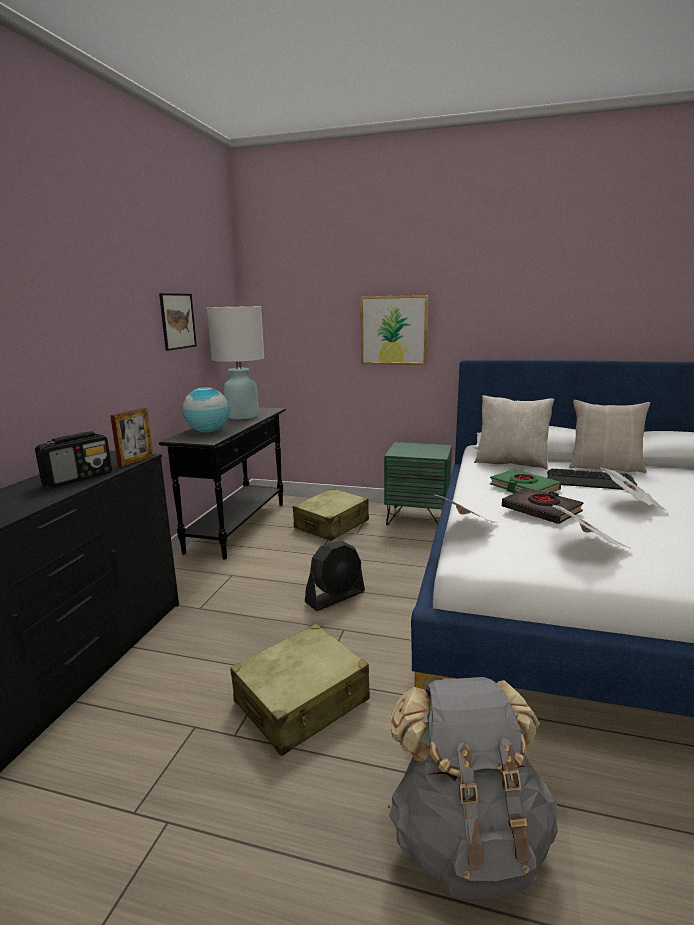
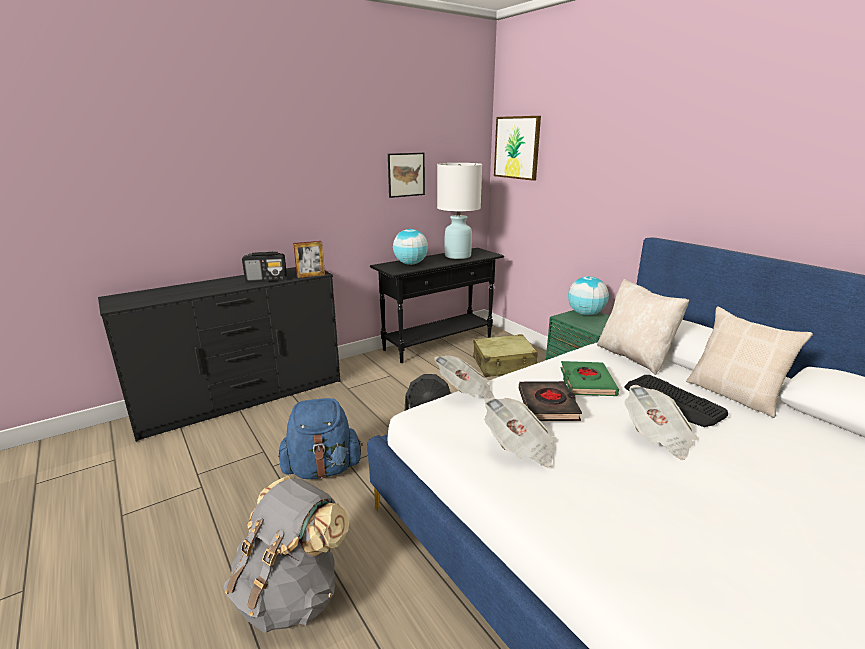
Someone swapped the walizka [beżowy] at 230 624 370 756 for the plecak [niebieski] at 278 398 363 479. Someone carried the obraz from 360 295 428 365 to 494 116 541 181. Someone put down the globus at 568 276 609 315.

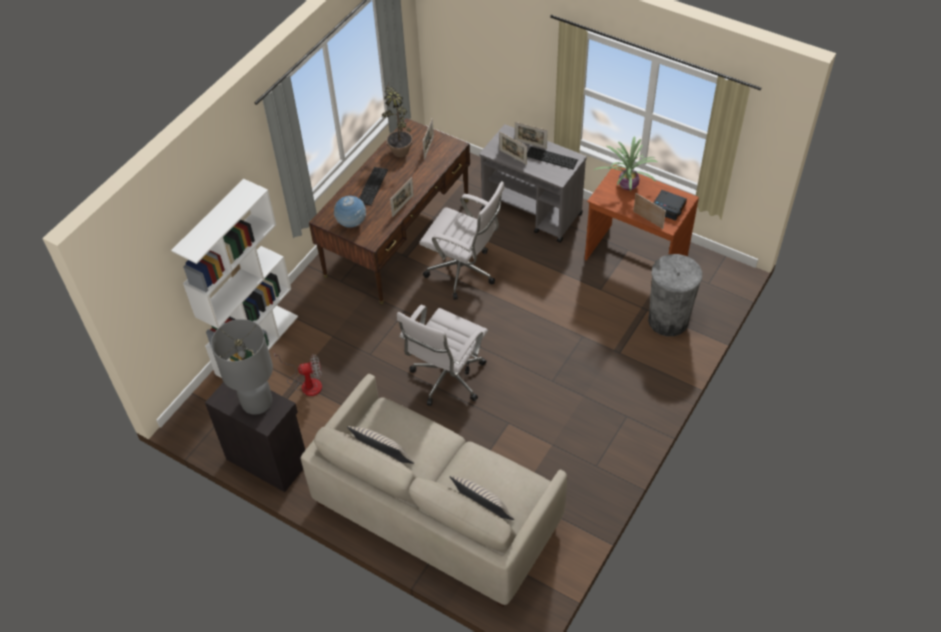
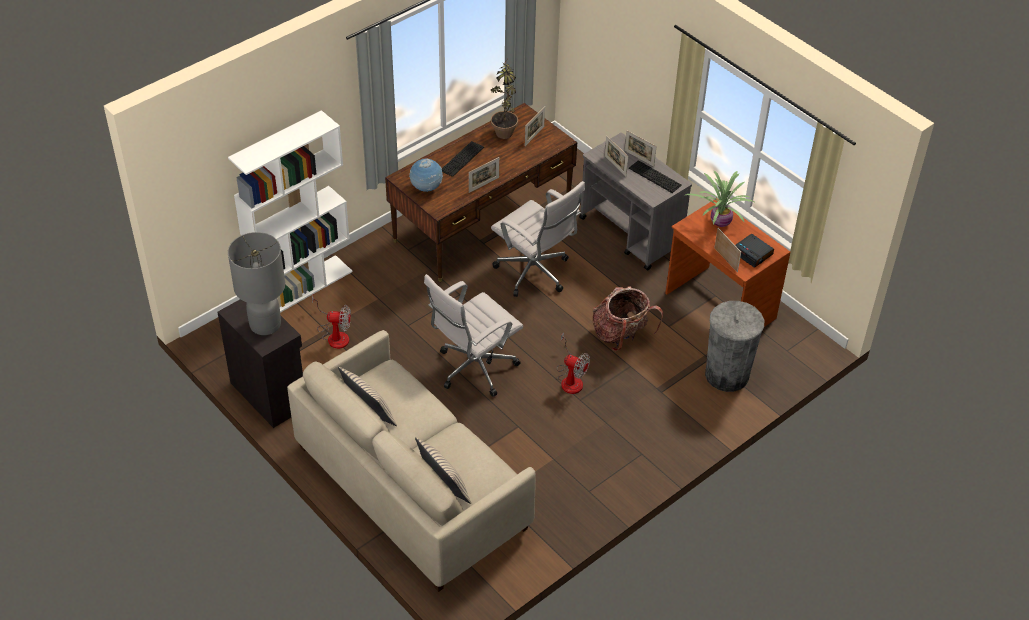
Someone put down the wentylator at 557 332 590 394. Someone put down the plecak at 593 286 663 351.

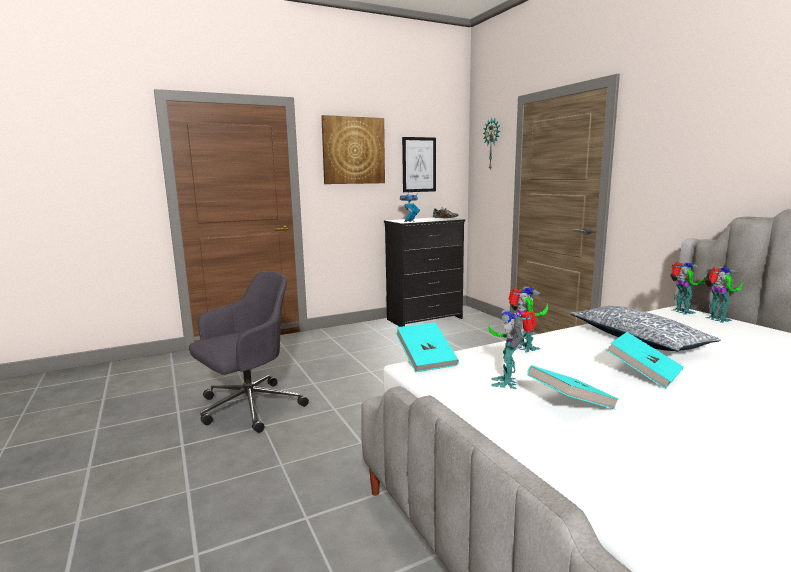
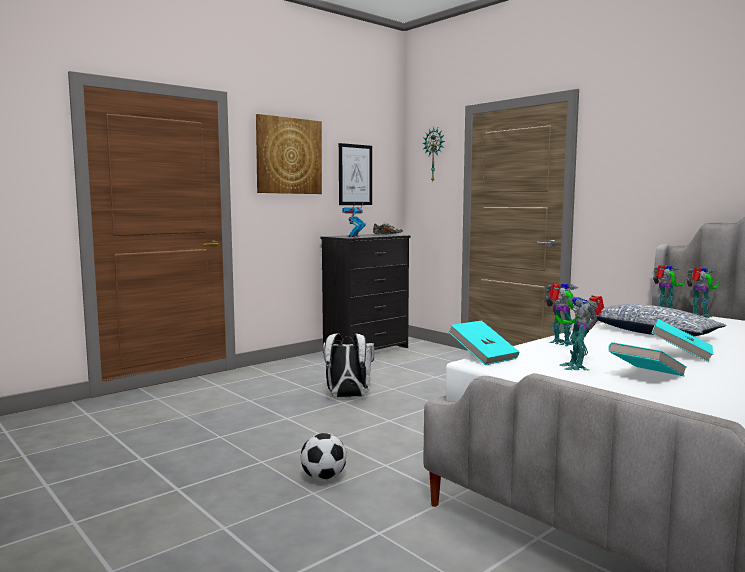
Someone put down the piłka futbolowa at 300 433 347 481. Someone put down the plecak [biały] at 323 333 374 397. Someone took away the krzesło biurowe [szary] at 189 271 309 433.

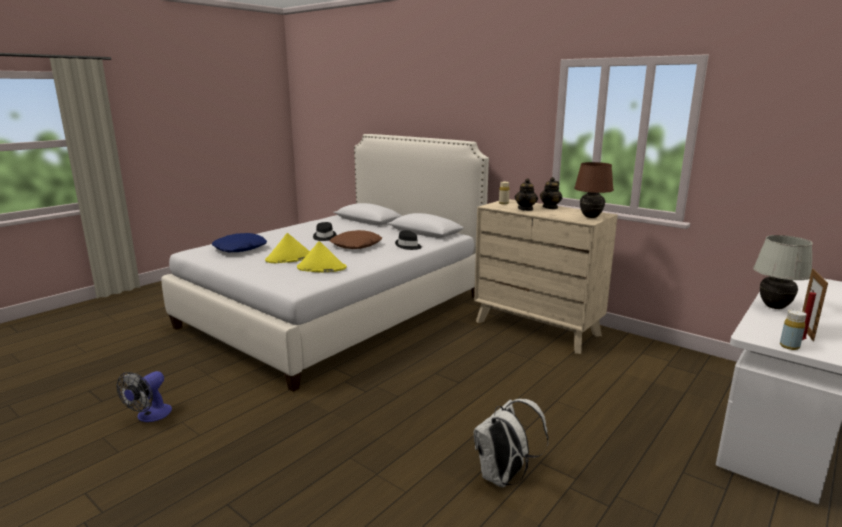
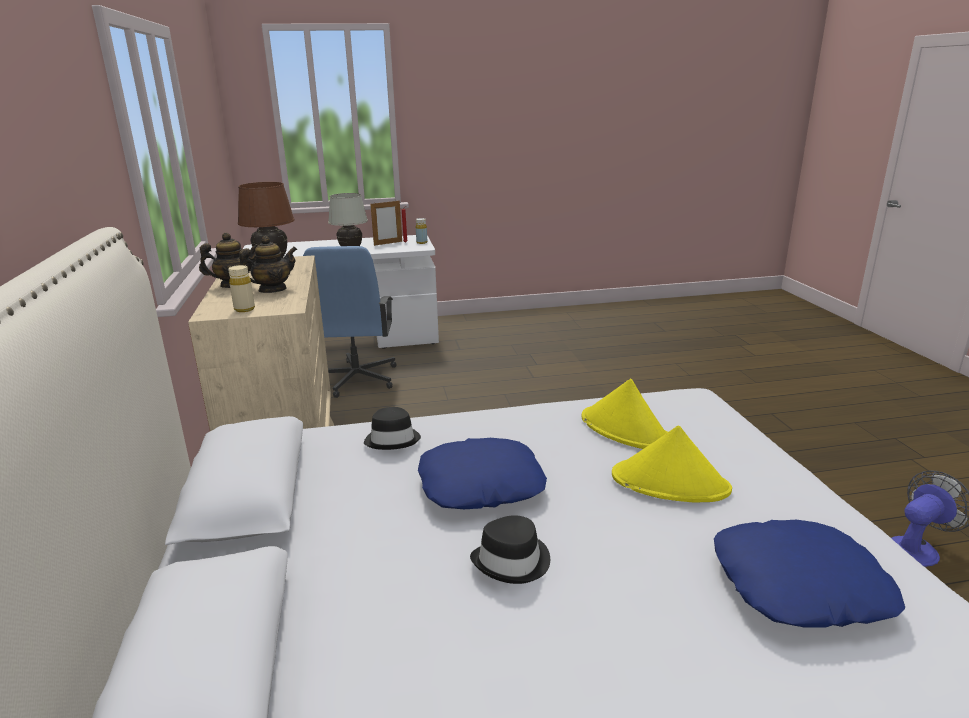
Someone put down the krzesło biurowe [niebieski] at 303 246 397 398. Someone repainted the poduszka [brązowy] at 330 230 382 249, which became the poduszka [niebieski] at 418 438 547 509. Someone took away the plecak [biały] at 474 399 548 487.

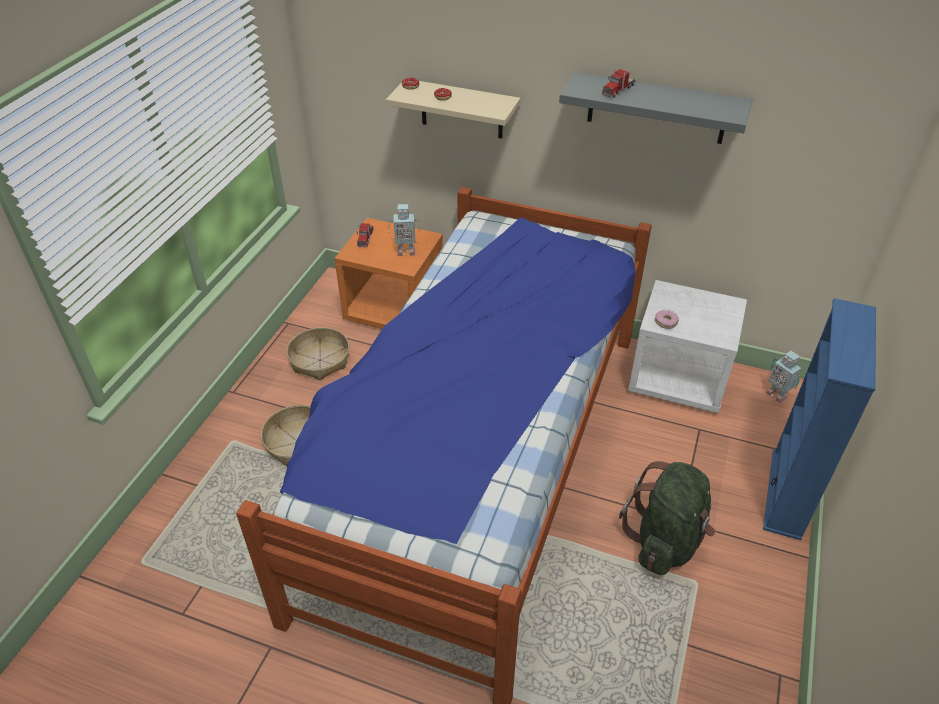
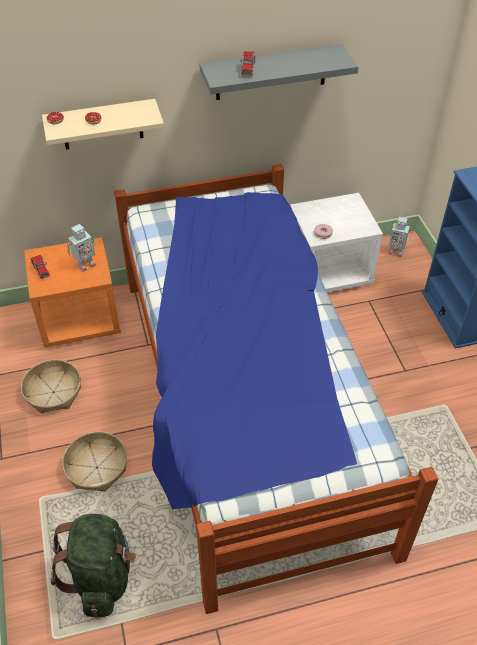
Someone carried the plecak [zielony] from 619 461 715 575 to 51 514 136 618.

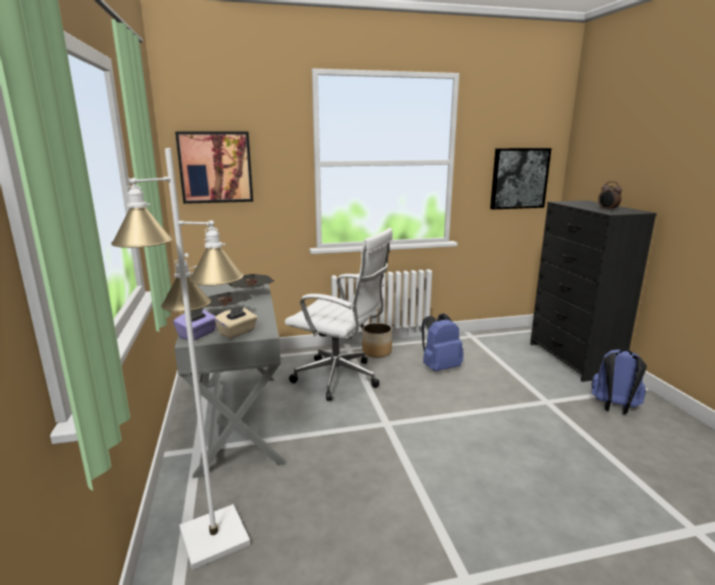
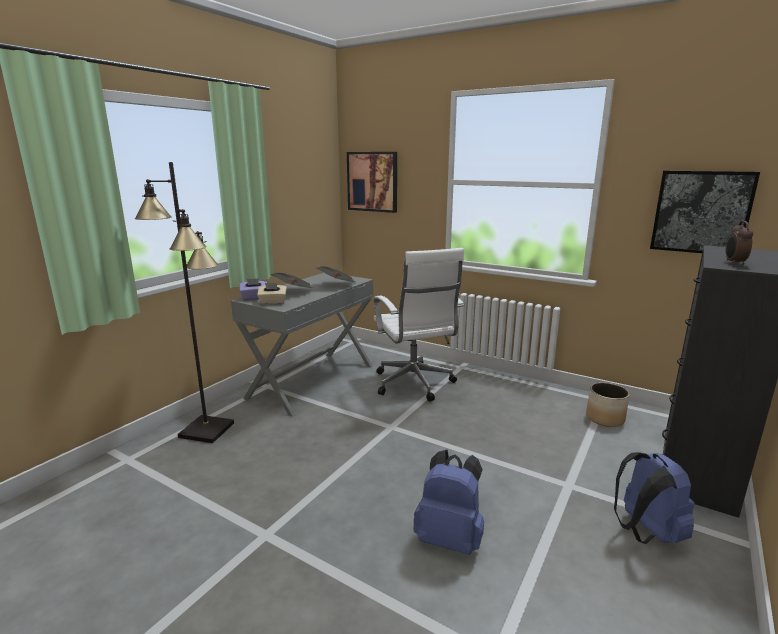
Someone repainted the lampa stojąca [biały] at 111 148 250 570, which became the lampa stojąca [czarny] at 135 162 234 443. Someone carried the plecak [niebieski] from 422 313 464 372 to 413 450 484 555. Someone carried the donica from 362 323 392 358 to 586 383 630 427.

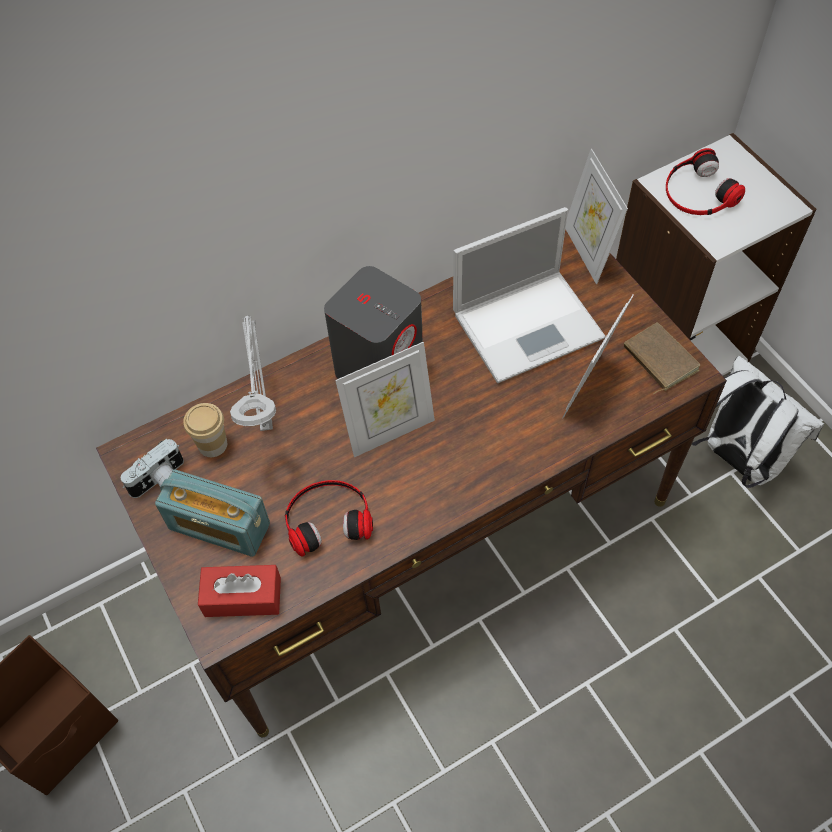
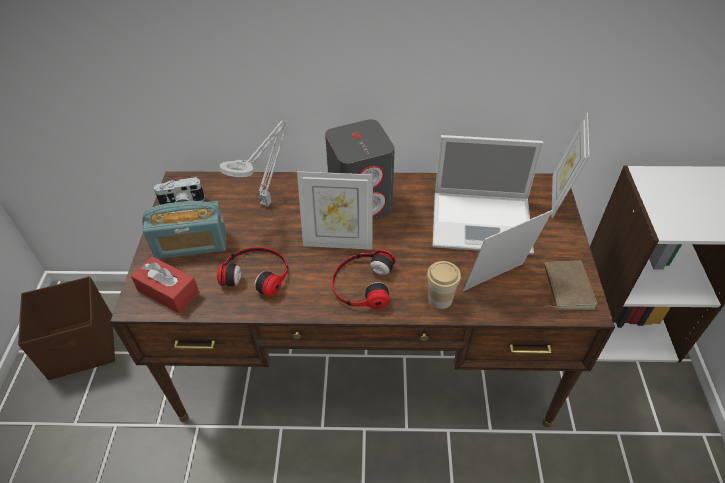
Someone rotated the radio at 155 470 270 557 by 60 degrees counterclockwise. Someone carried the słuchawki from 666 148 745 215 to 332 249 396 309. Someone carried the filiżanka from 183 403 227 457 to 427 261 461 309. Someone took away the plecak [biały] at 692 356 824 488.

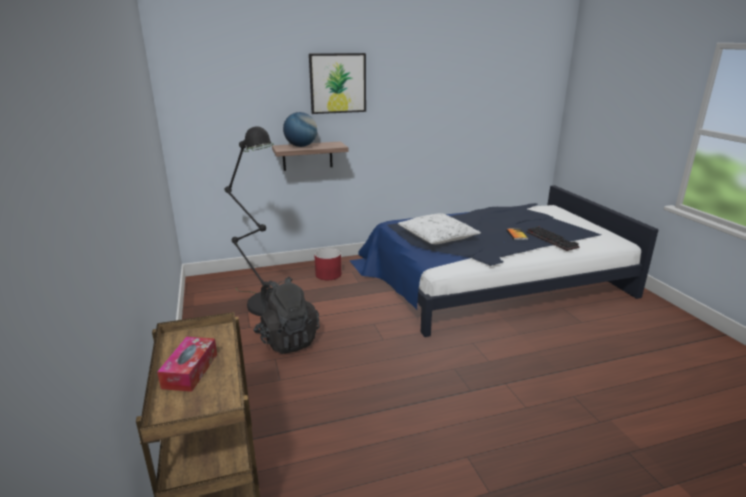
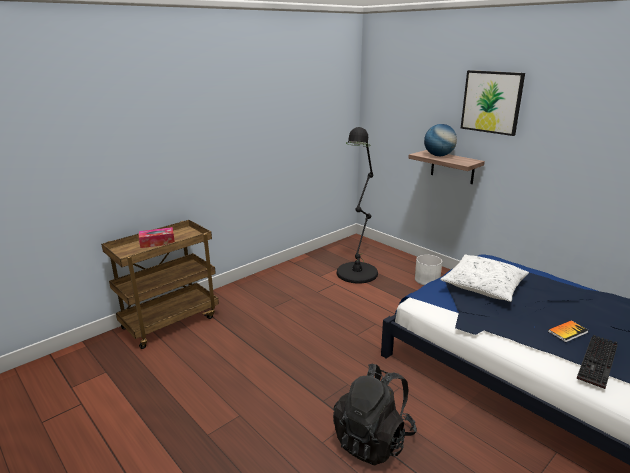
Someone carried the plecak [czarny] from 253 276 320 354 to 333 363 417 465. Someone repainted the donica [czerwony] at 314 248 341 280, which became the donica [biały] at 415 254 442 285.

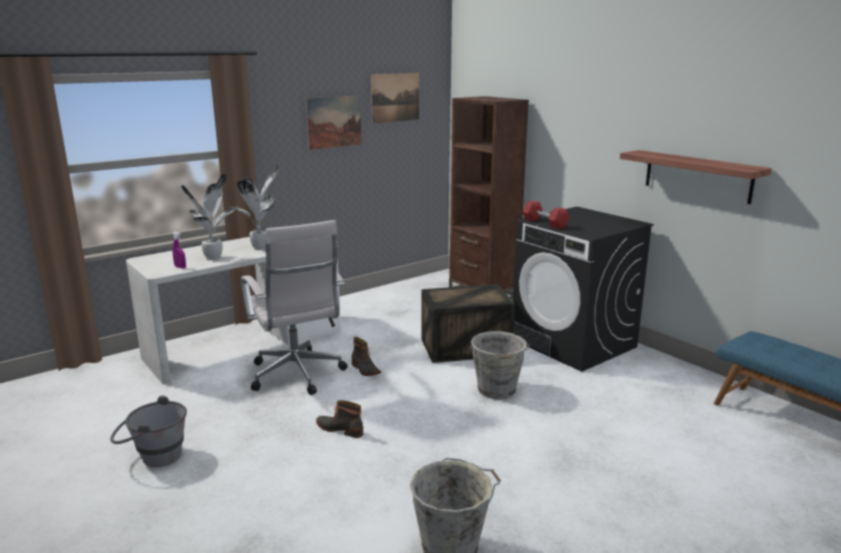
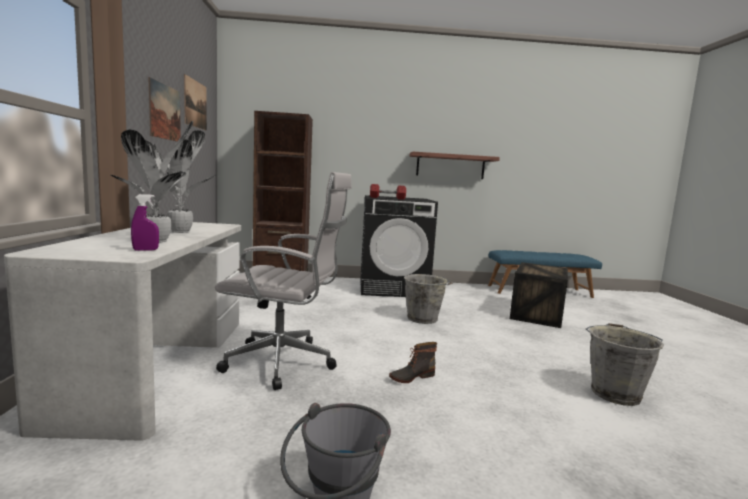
Someone carried the skrzynka from 421 284 515 363 to 510 262 568 328. Someone took away the but z cholewką at 352 337 381 376.

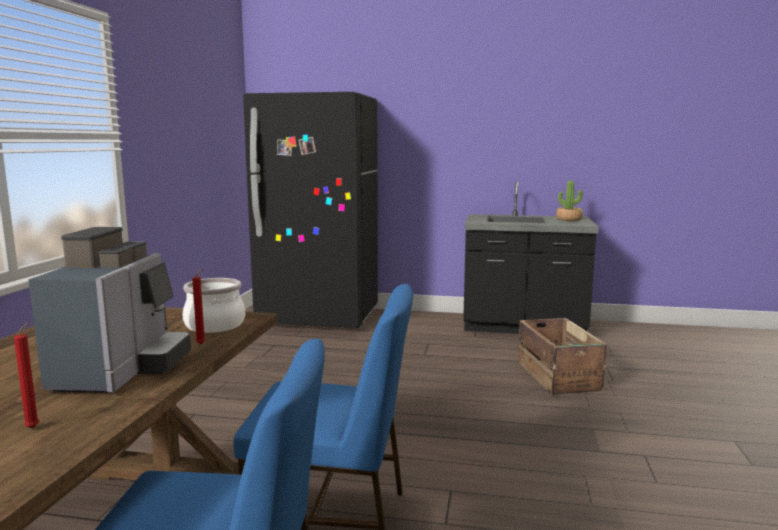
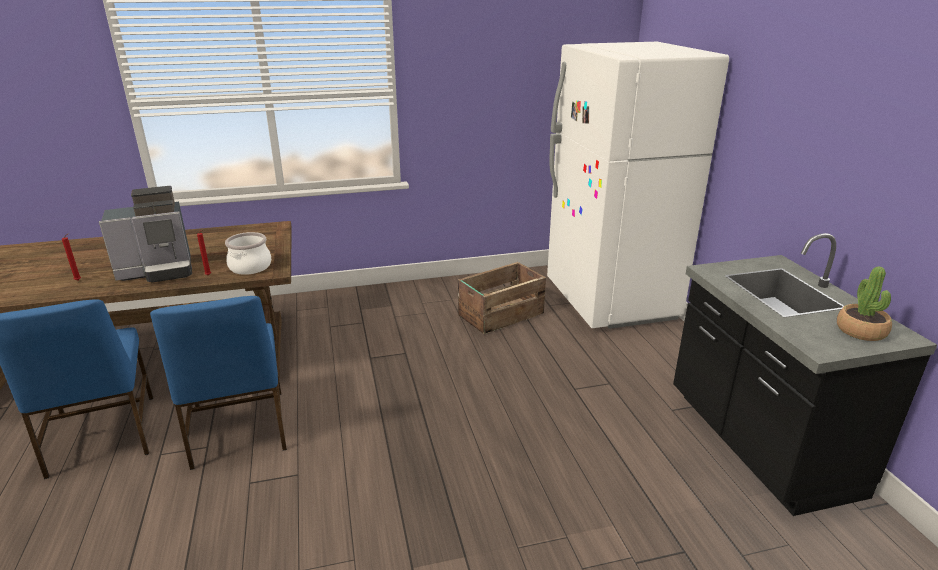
Someone carried the skrzynka from 518 318 607 394 to 458 262 546 334. Someone repainted the lodówka [czarny] at 243 92 378 328, which became the lodówka [biały] at 547 42 729 329.

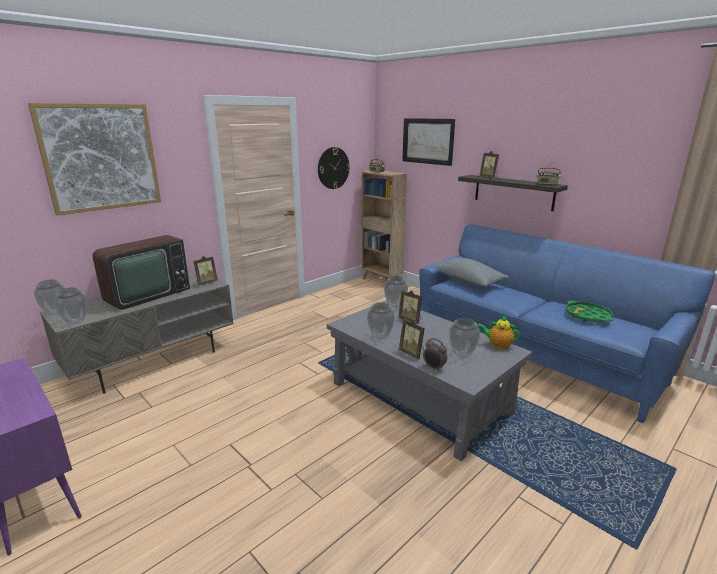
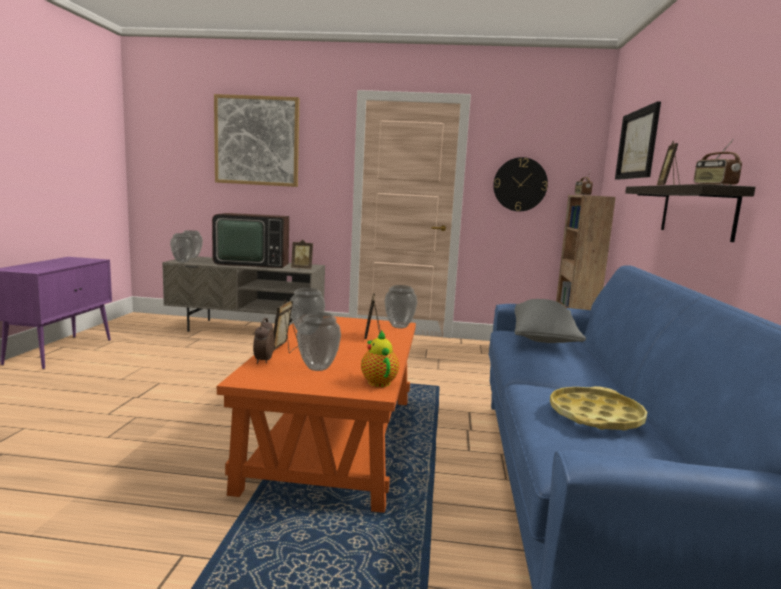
Someone repainted the ława [szary] at 327 300 532 461, which became the ława [pomarańczowy] at 217 317 416 513. Someone repainted the taca [zielony] at 566 301 613 322, which became the taca [żółty] at 550 386 647 431.

